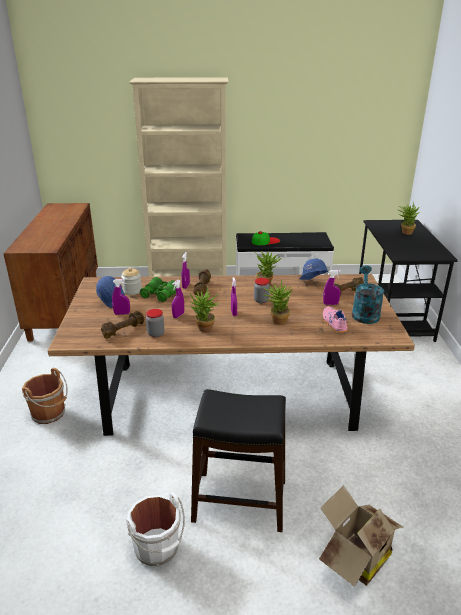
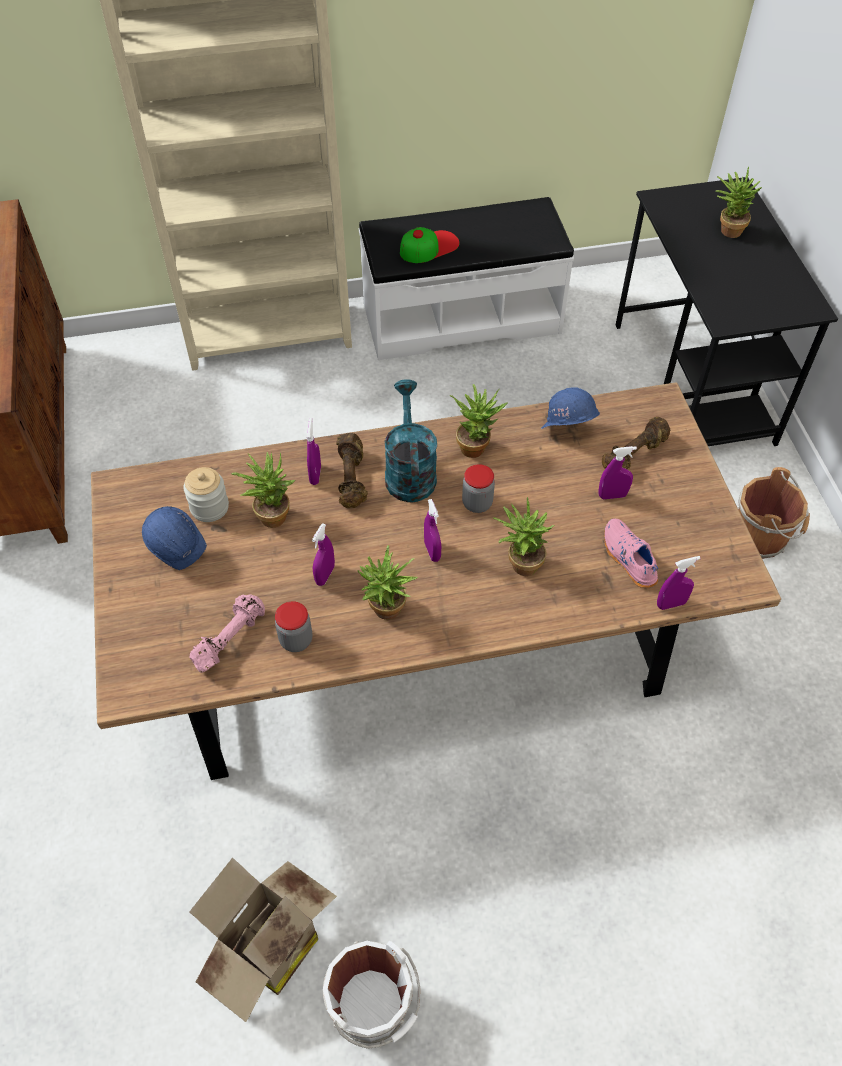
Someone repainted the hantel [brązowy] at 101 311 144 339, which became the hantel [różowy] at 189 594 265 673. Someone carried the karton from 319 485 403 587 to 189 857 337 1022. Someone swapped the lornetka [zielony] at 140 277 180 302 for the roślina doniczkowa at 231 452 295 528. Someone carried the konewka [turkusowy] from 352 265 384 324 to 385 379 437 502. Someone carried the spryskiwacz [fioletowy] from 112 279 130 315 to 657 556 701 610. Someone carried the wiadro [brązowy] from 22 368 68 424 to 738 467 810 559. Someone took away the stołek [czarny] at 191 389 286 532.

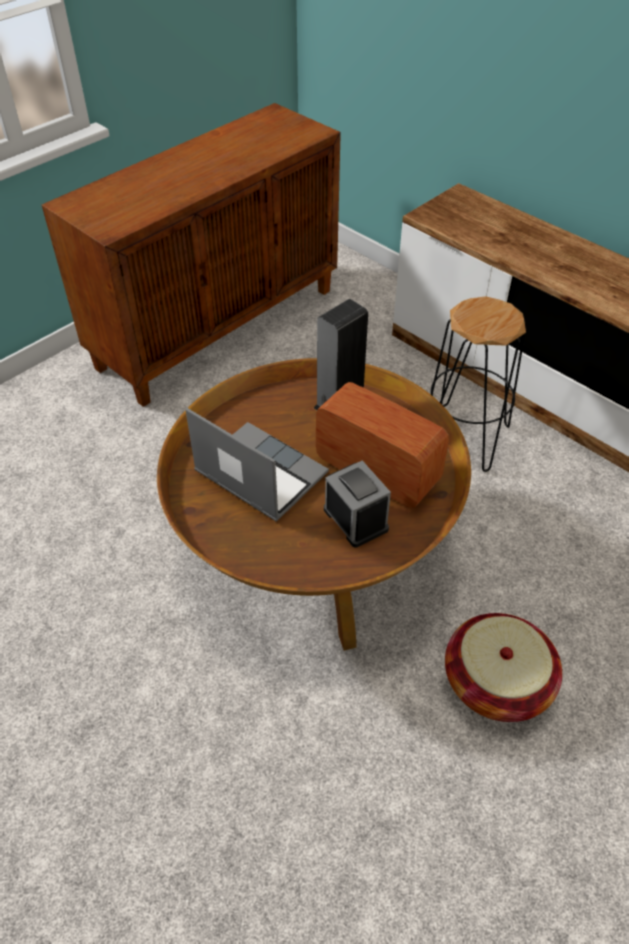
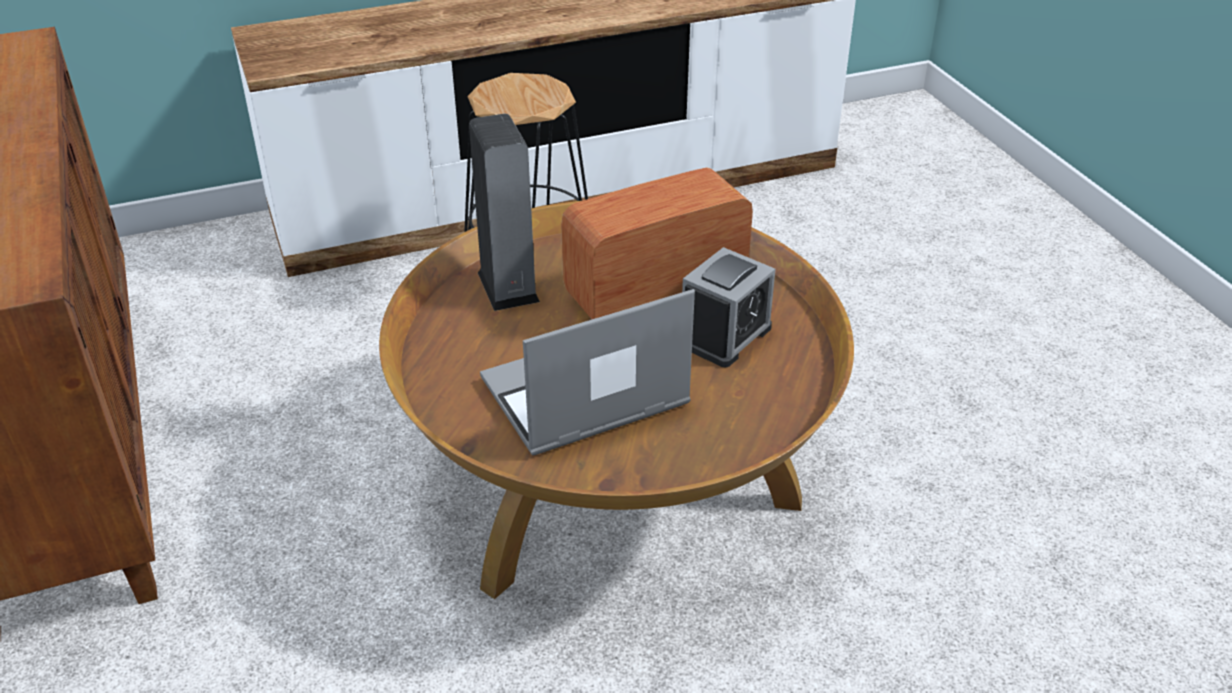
Someone rotated the budzik at 324 460 391 547 by 135 degrees clockwise. Someone took away the koszyk at 445 613 562 722.

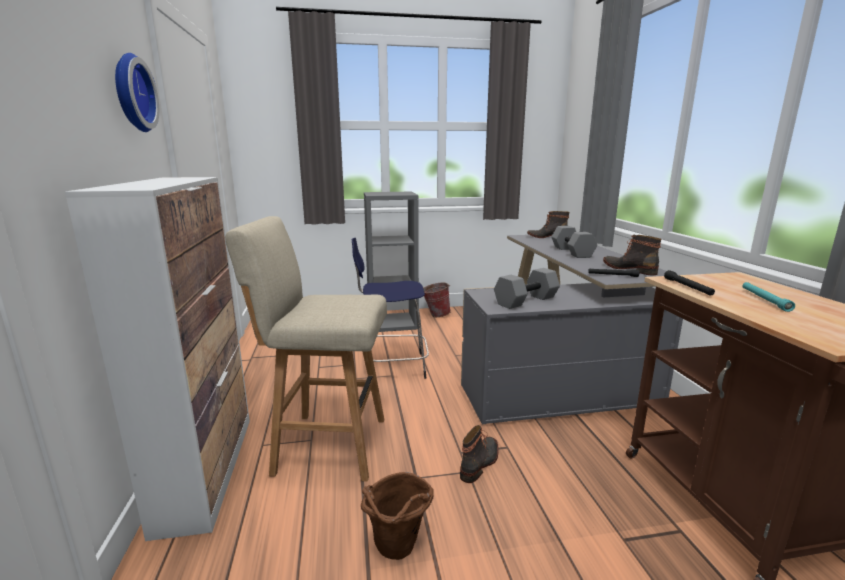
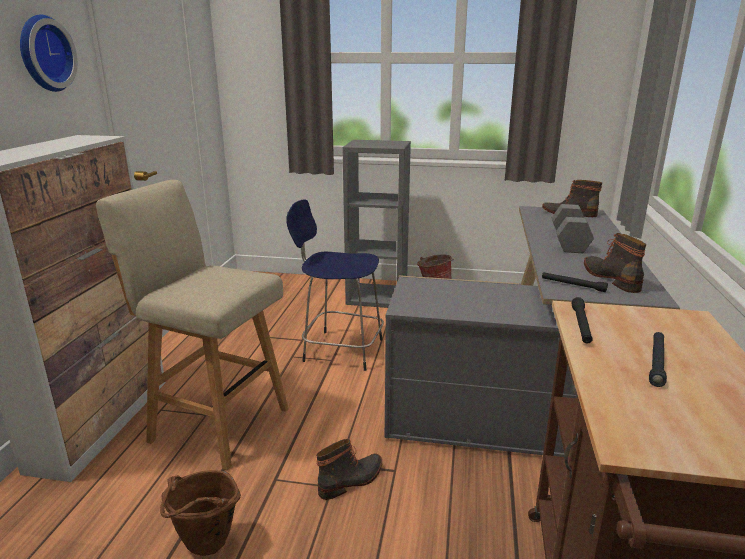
Someone repainted the latarka [turkusowy] at 742 282 795 312, which became the latarka [czarny] at 649 332 667 387. Someone took away the hantel [szary] at 494 268 560 309.

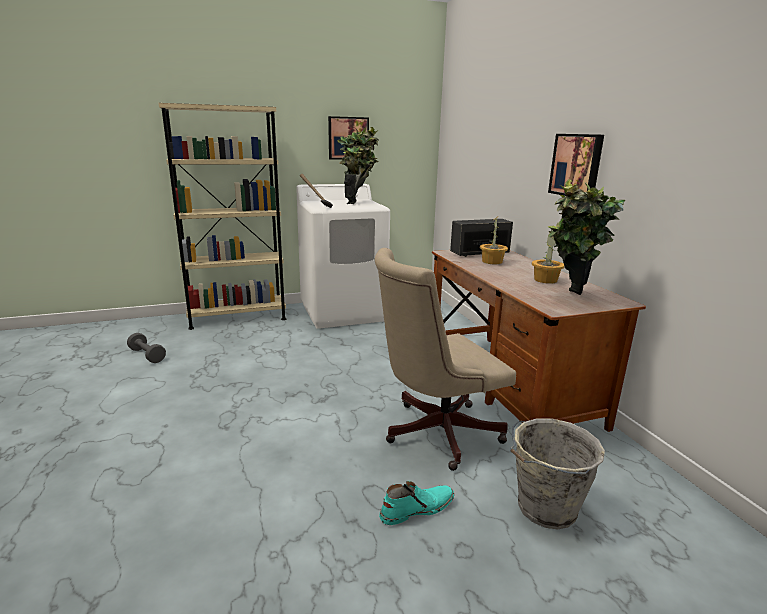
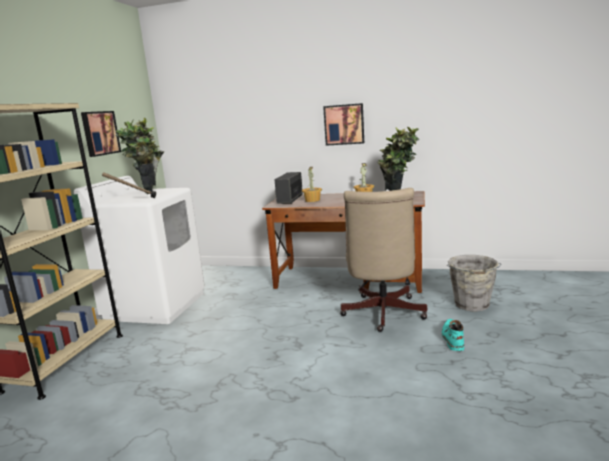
Someone took away the hantel [szary] at 127 333 166 363.

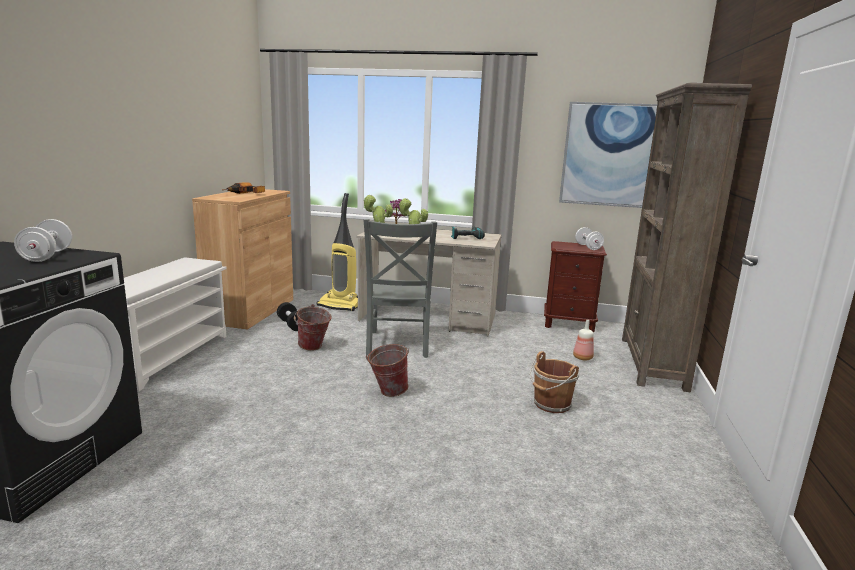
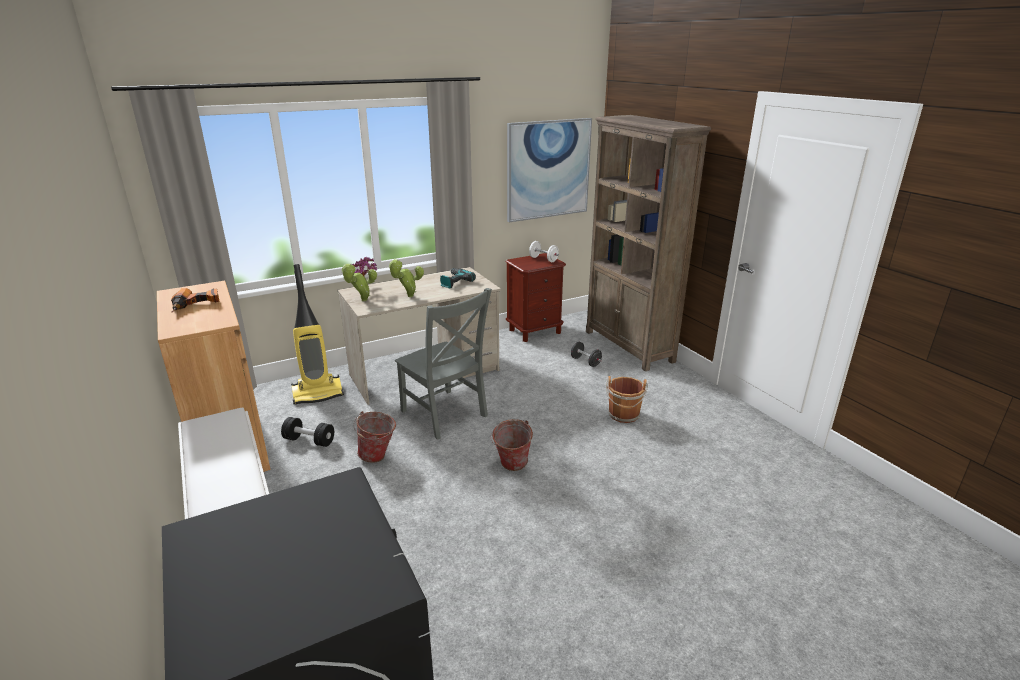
Someone swapped the butelka at 573 320 594 361 for the hantel [czarny] at 571 342 602 367. Someone took away the hantel [biały] at 14 219 72 262.

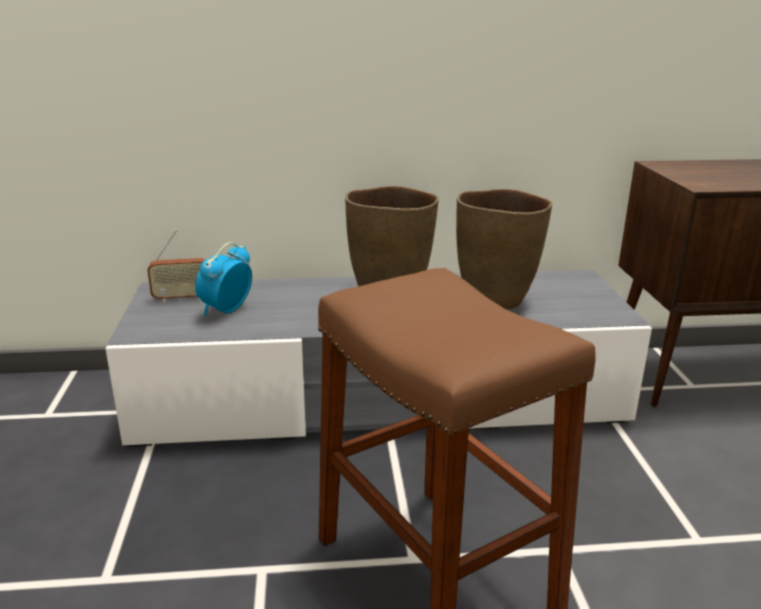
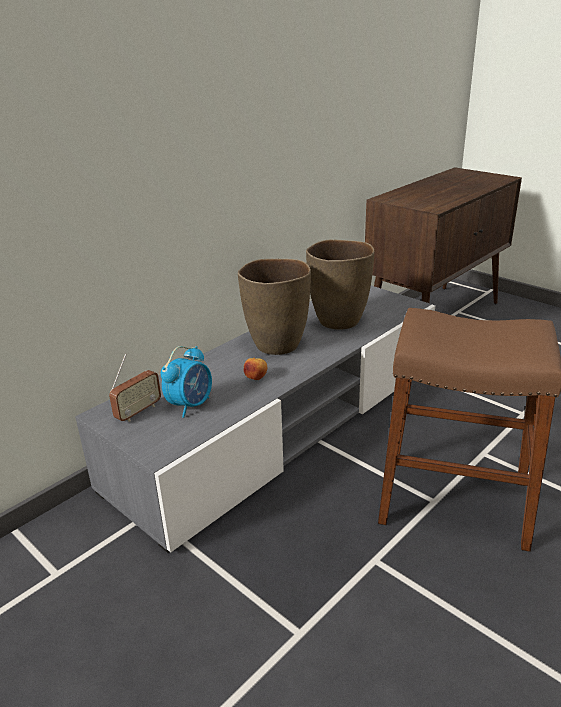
Someone rotated the budzik at 195 242 252 317 by 135 degrees counterclockwise. Someone put down the jabłko at 244 357 267 380.

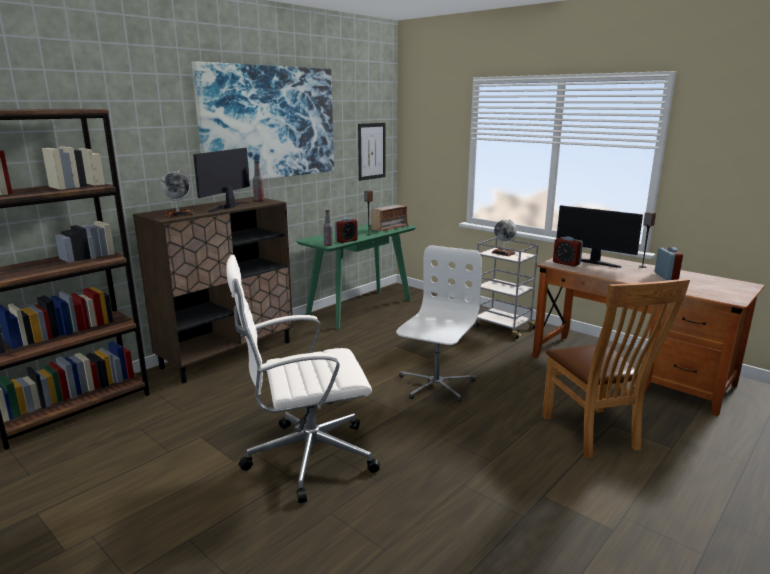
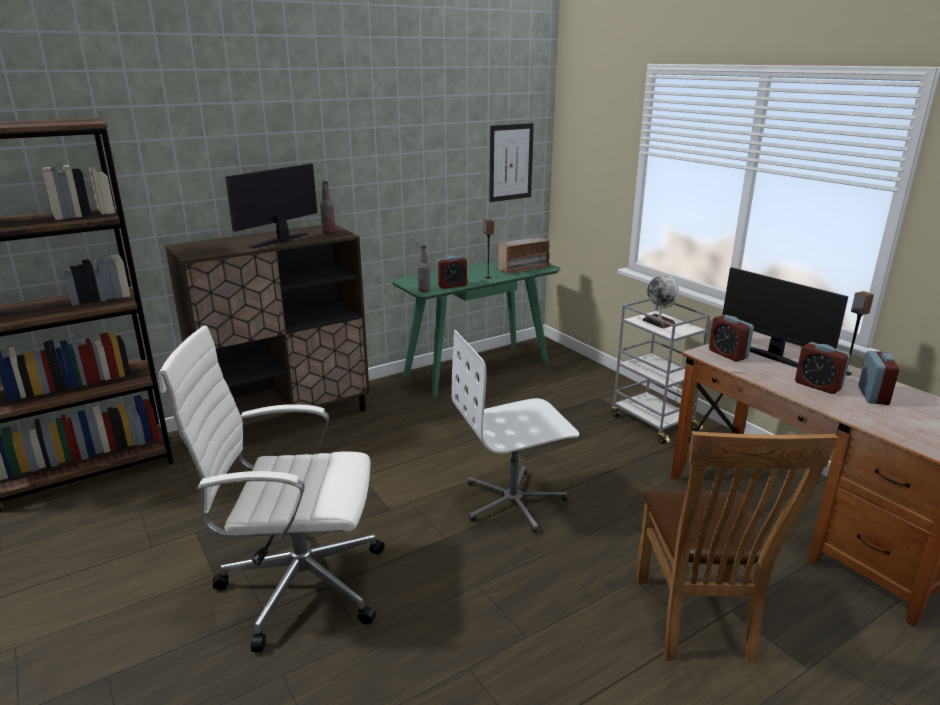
Someone rotated the krzesło biurowe [biały] at 396 245 482 402 by 150 degrees counterclockwise. Someone put down the budzik at 795 342 850 394. Someone took away the globus at 161 170 194 218. Someone took away the obraz at 192 61 334 181.

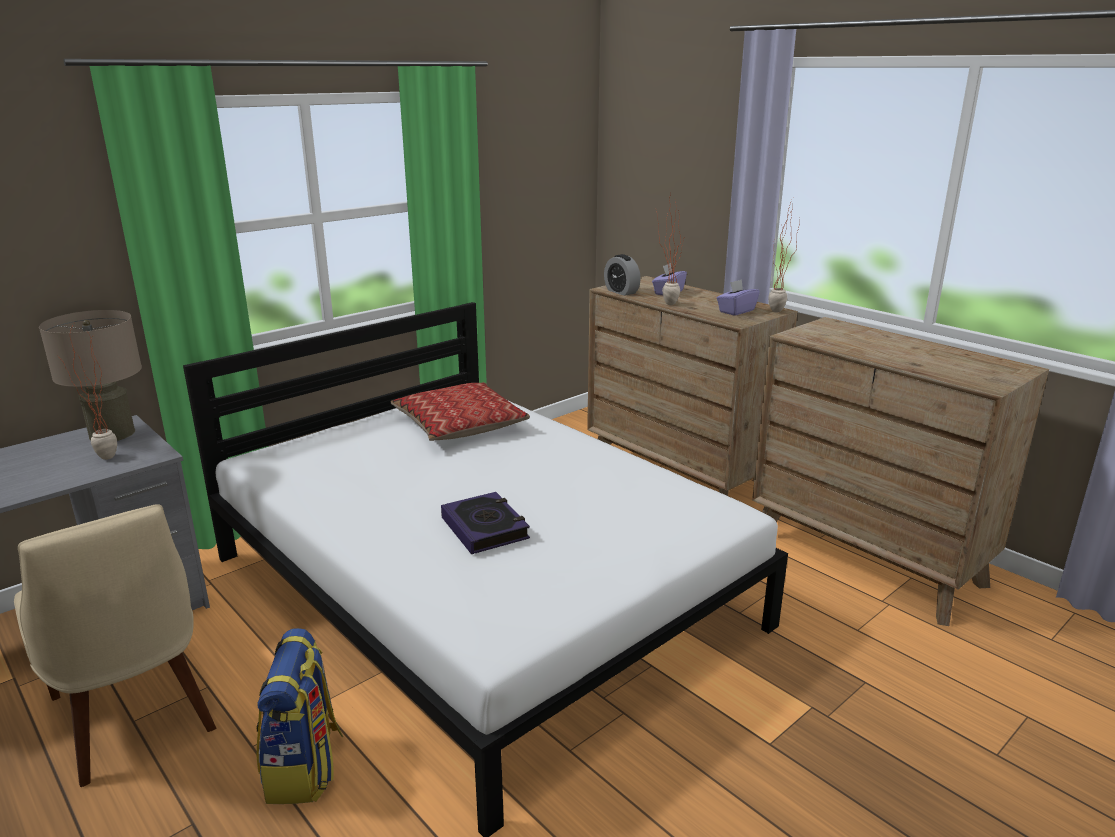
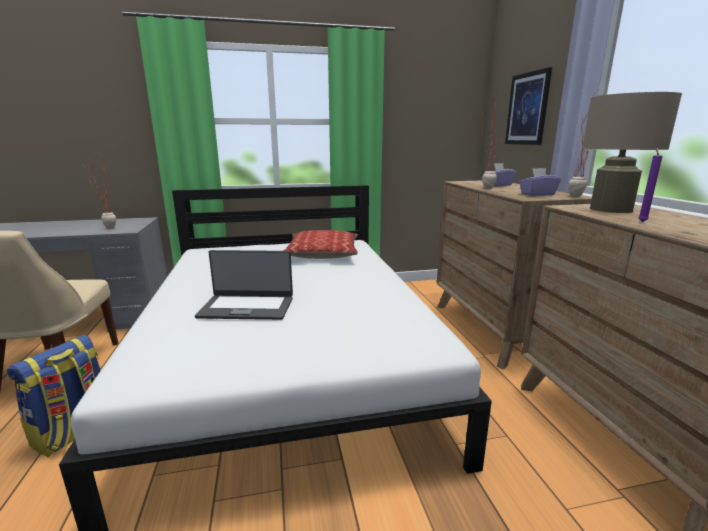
Someone swapped the książka at 441 492 530 554 for the laptop at 195 250 293 320. Someone put up the obraz at 505 67 552 145. Someone carried the lampa stołowa [beżowy] from 39 310 142 441 to 582 92 682 213. Someone put down the świeca [fioletowy] at 638 148 662 222. Someone took away the budzik at 604 254 641 296.

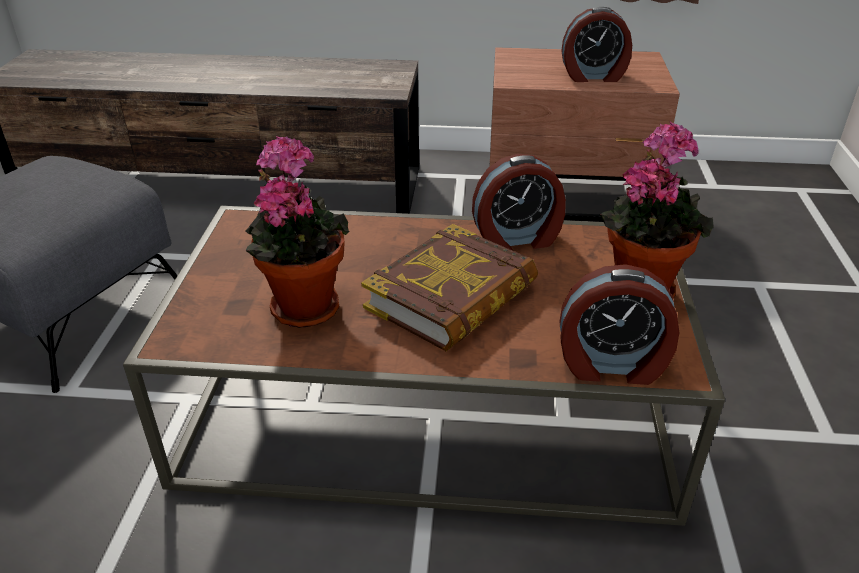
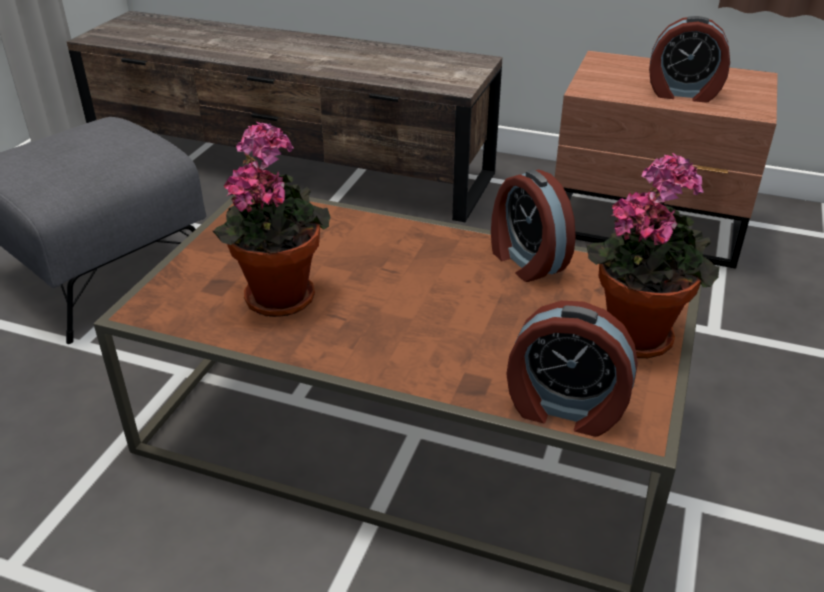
Someone rotated the budzik at 472 154 566 250 by 60 degrees clockwise. Someone took away the książka at 361 224 538 351.

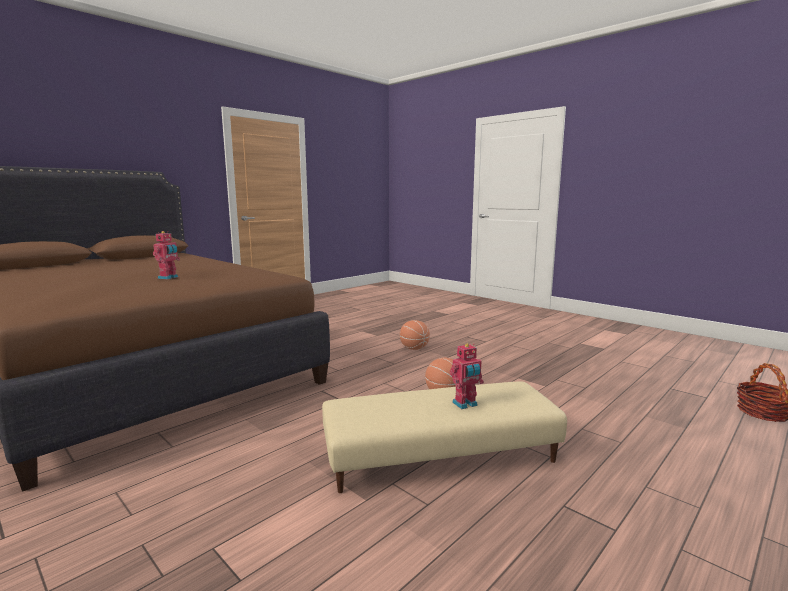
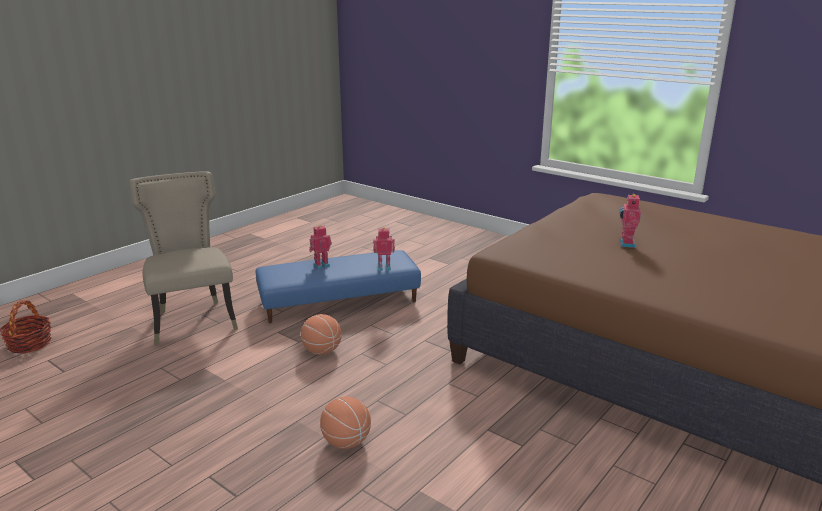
Someone put down the krzesło [beżowy] at 129 171 238 345. Someone repainted the pufa [beżowy] at 322 381 567 493, which became the pufa [niebieski] at 255 250 421 323. Someone put down the robot zabawkowy at 373 228 395 271.

